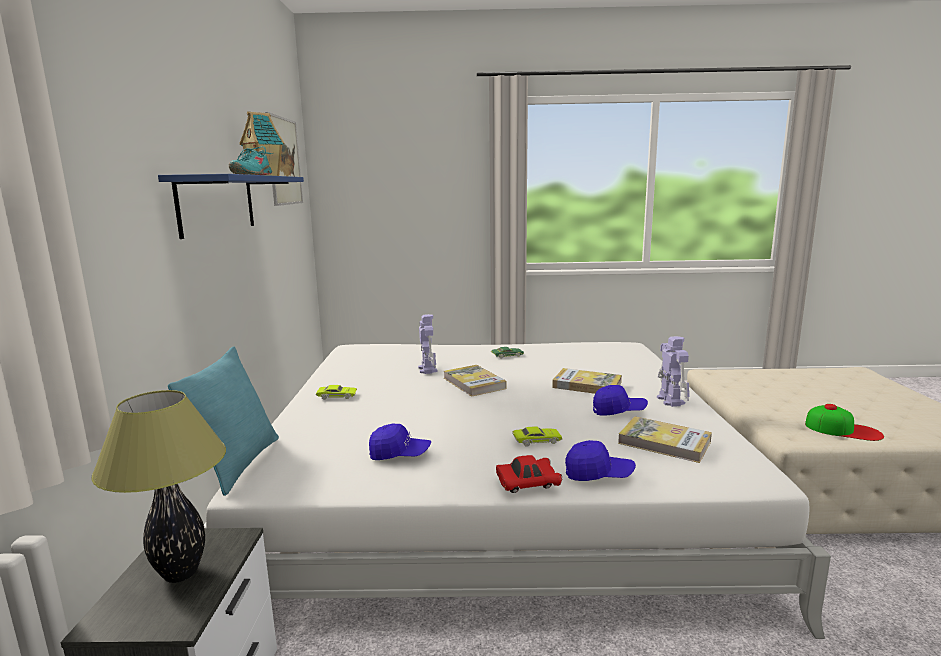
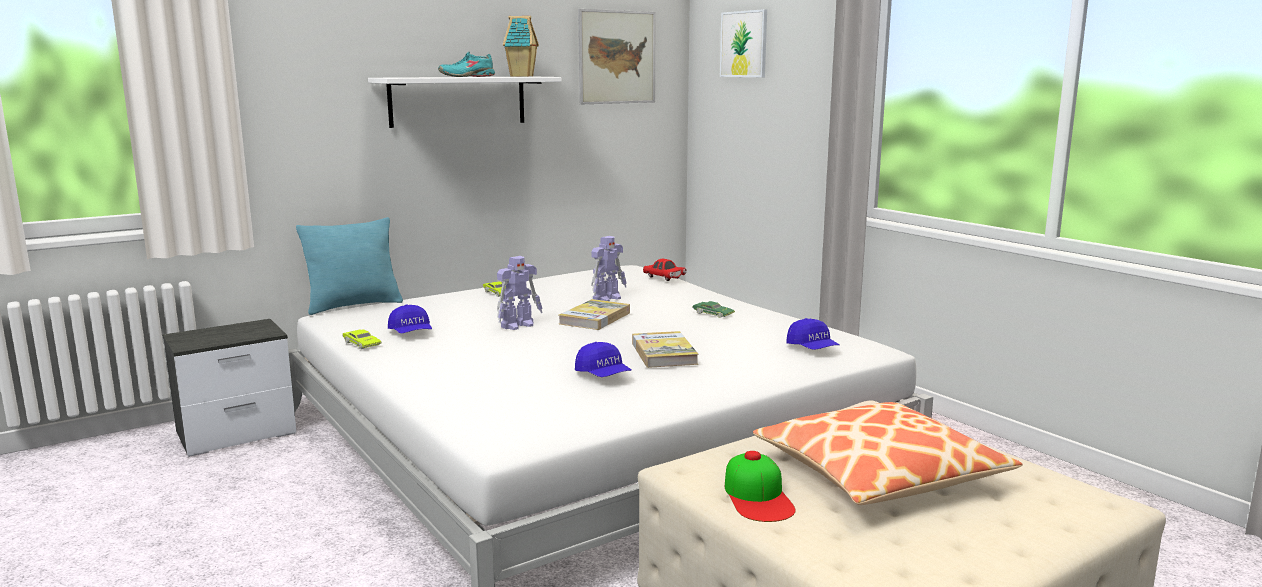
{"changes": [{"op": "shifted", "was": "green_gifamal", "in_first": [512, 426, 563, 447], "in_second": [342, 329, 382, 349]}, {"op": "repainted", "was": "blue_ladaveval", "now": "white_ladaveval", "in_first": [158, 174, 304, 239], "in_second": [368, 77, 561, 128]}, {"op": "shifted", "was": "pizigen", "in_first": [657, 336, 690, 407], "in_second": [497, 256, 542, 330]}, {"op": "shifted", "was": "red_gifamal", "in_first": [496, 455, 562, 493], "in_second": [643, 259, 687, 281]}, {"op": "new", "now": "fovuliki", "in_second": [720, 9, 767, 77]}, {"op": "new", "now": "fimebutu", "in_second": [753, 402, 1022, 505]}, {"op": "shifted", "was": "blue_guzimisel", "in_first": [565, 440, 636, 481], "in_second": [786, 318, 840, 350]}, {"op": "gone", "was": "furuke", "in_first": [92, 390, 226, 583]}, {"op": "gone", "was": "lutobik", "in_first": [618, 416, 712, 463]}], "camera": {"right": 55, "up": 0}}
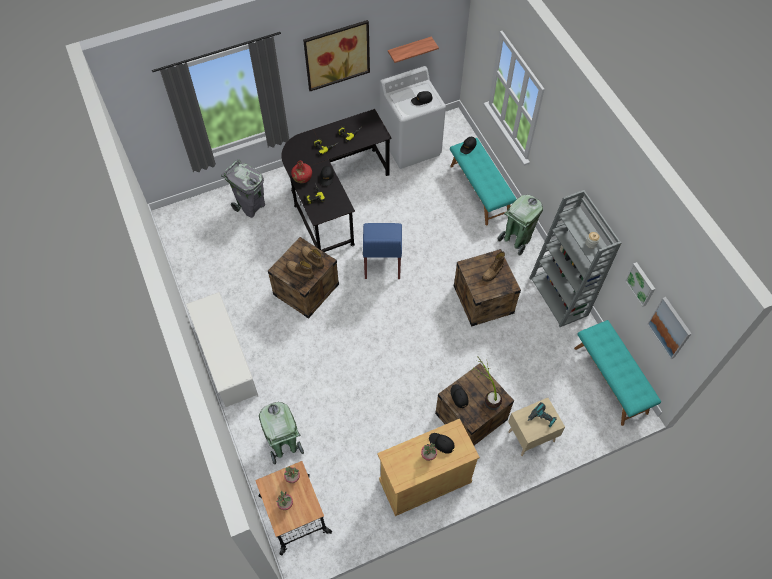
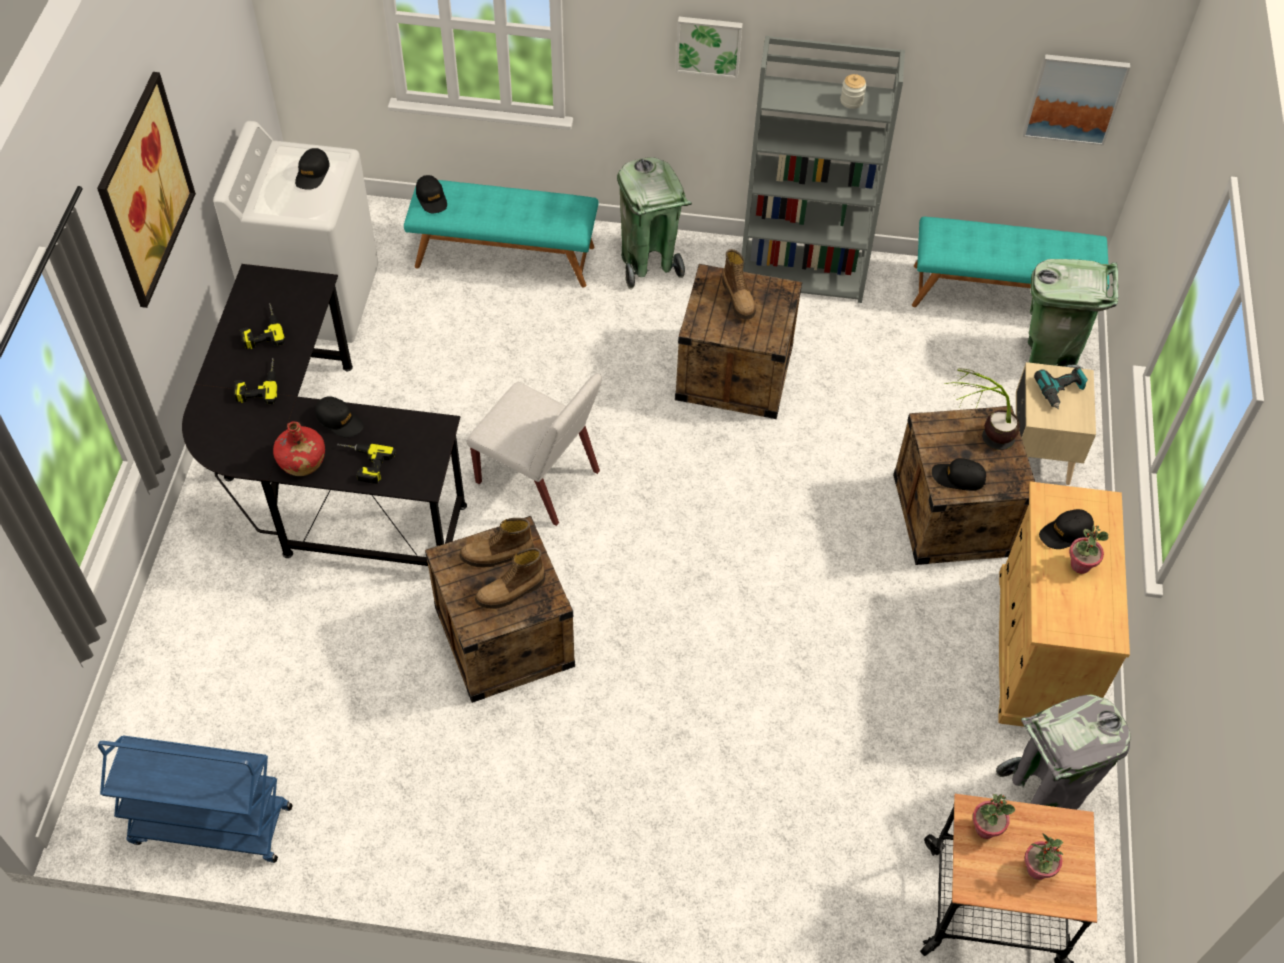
{"changes": [{"op": "new", "now": "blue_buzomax", "in_second": [98, 735, 293, 863]}, {"op": "repainted", "was": "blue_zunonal", "now": "white_zunonal", "in_first": [363, 223, 402, 279], "in_second": [467, 373, 602, 526]}, {"op": "shifted", "was": "fovuliki", "in_first": [625, 262, 655, 307], "in_second": [676, 17, 743, 79]}, {"op": "shifted", "was": "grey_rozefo", "in_first": [221, 159, 265, 218], "in_second": [996, 695, 1131, 810]}, {"op": "shifted", "was": "green_rozefo", "in_first": [259, 402, 304, 465], "in_second": [1028, 259, 1118, 369]}, {"op": "gone", "was": "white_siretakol", "in_first": [186, 292, 258, 407]}, {"op": "gone", "was": "ladaveval", "in_first": [388, 37, 439, 63]}], "camera": {"right": -60, "up": -5}}
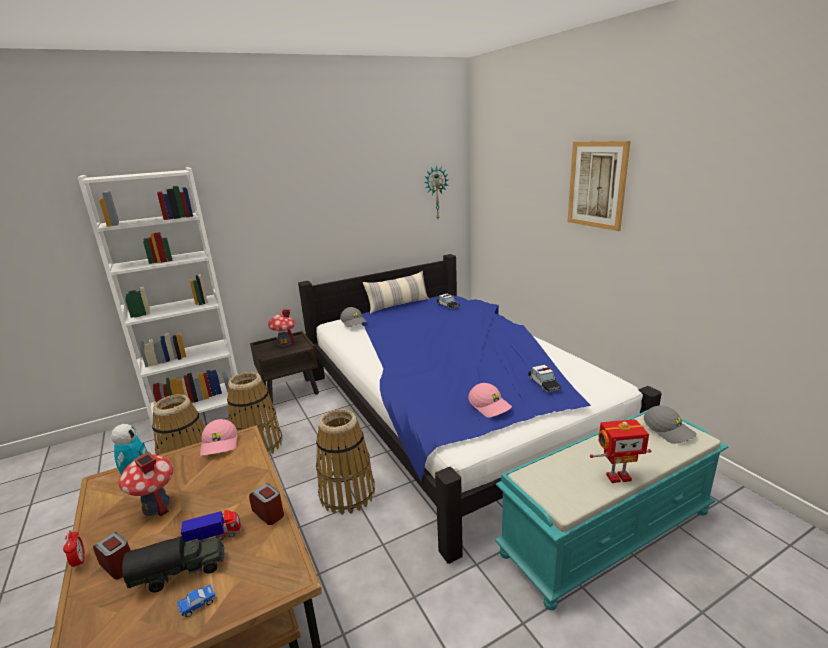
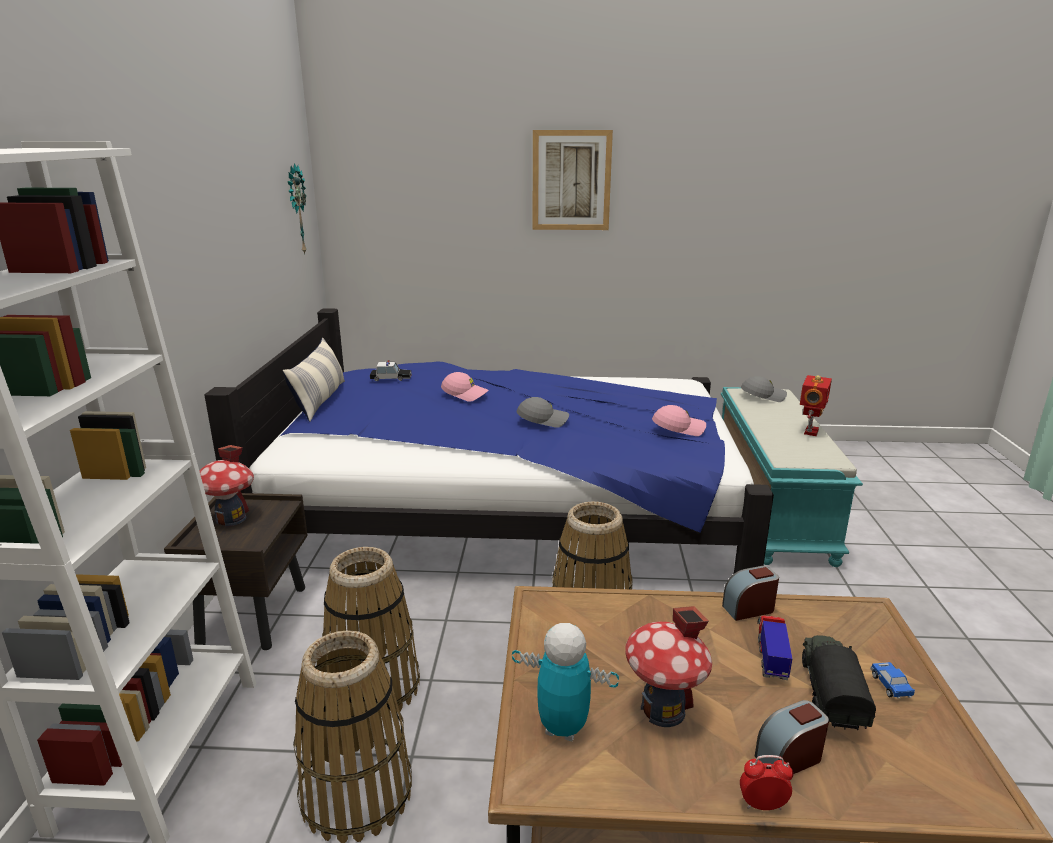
{"changes": [{"op": "shifted", "was": "pink_guzimisel", "in_first": [200, 419, 237, 456], "in_second": [441, 372, 488, 402]}, {"op": "shifted", "was": "grey_guzimisel", "in_first": [340, 307, 367, 327], "in_second": [517, 397, 569, 428]}, {"op": "gone", "was": "gifamal", "in_first": [528, 365, 562, 392]}], "camera": {"right": -60, "up": 0}}
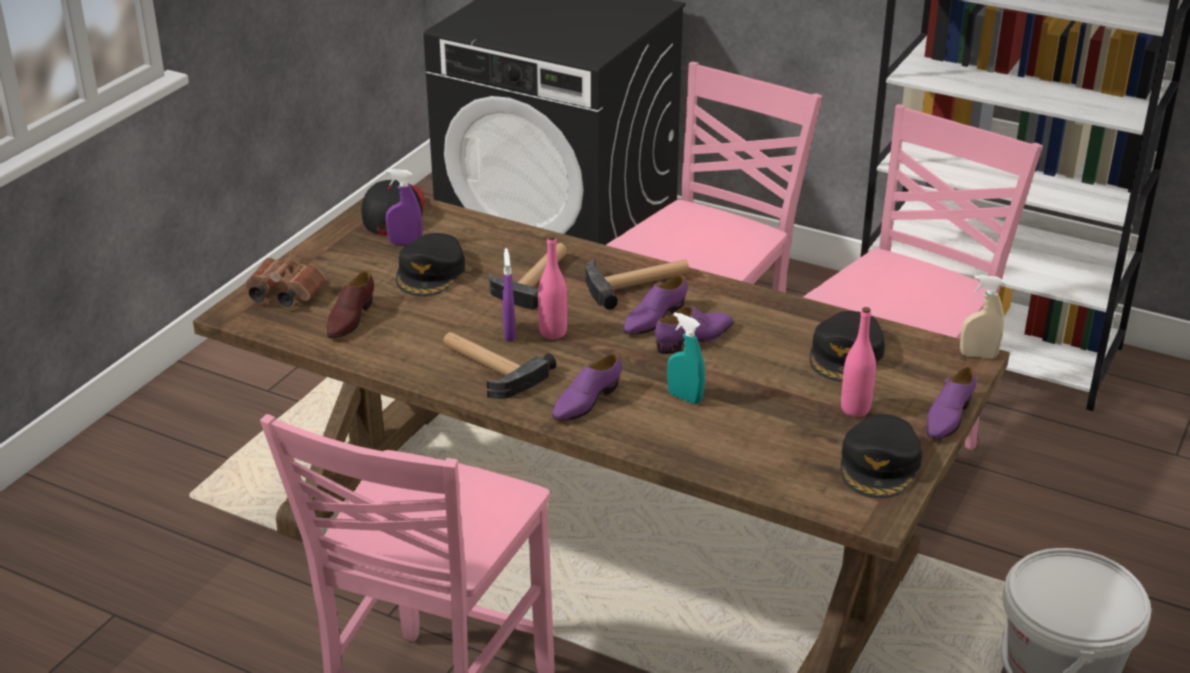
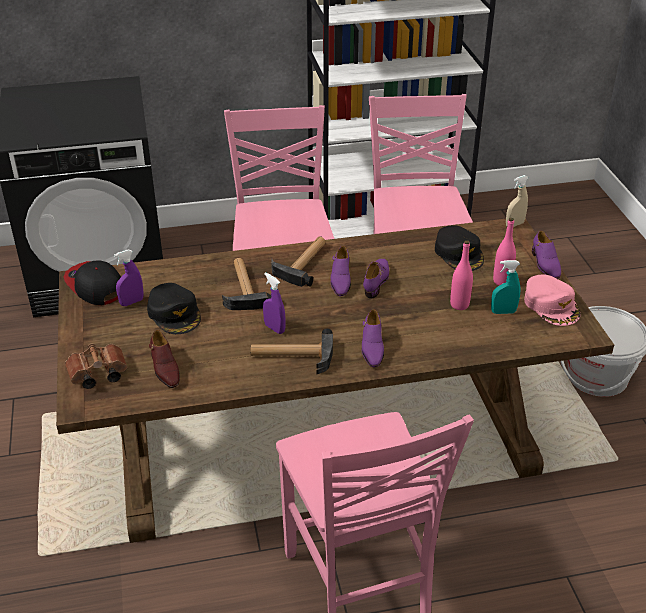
{"changes": [{"op": "shifted", "was": "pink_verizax", "in_first": [538, 235, 568, 339], "in_second": [450, 240, 473, 310]}, {"op": "shifted", "was": "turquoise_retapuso", "in_first": [667, 312, 705, 404], "in_second": [491, 260, 520, 314]}, {"op": "repainted", "was": "black_guzimisel", "now": "pink_guzimisel", "in_first": [841, 414, 922, 498], "in_second": [524, 274, 580, 326]}], "camera": {"right": -40, "up": 5}}
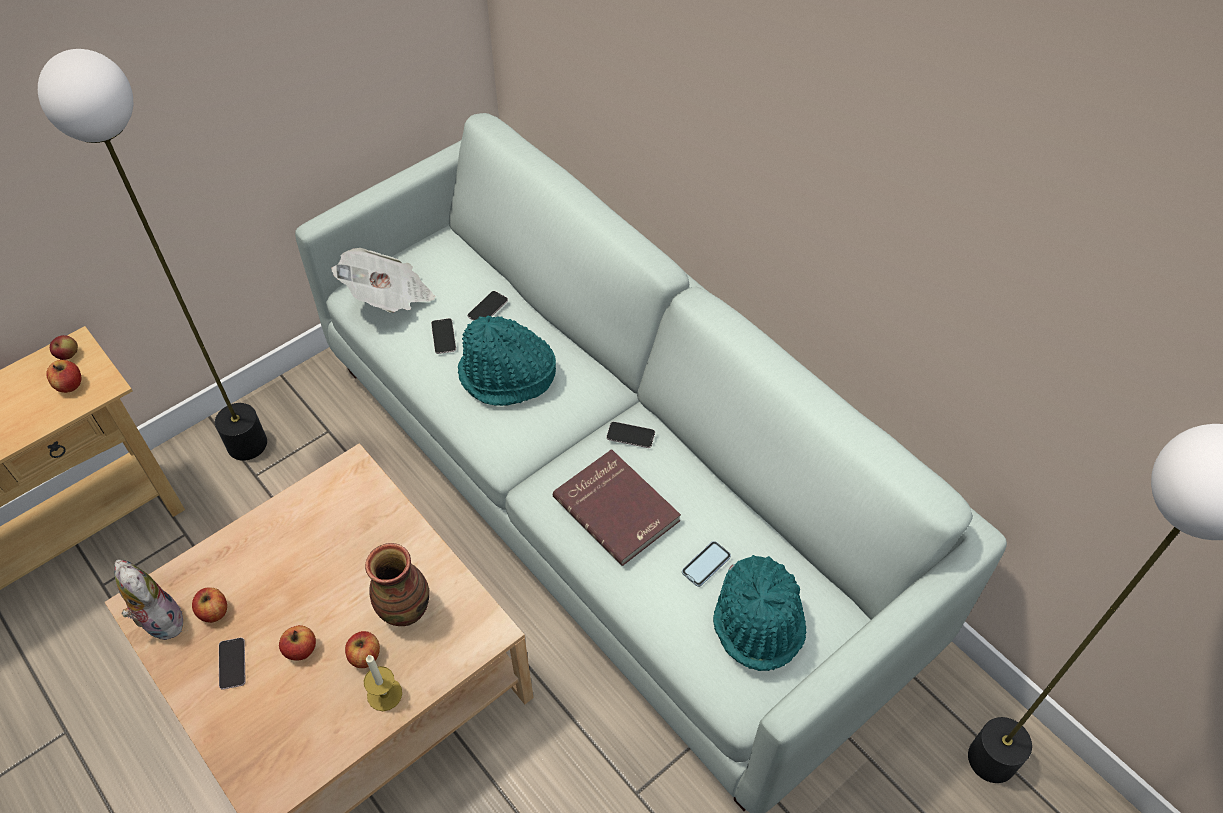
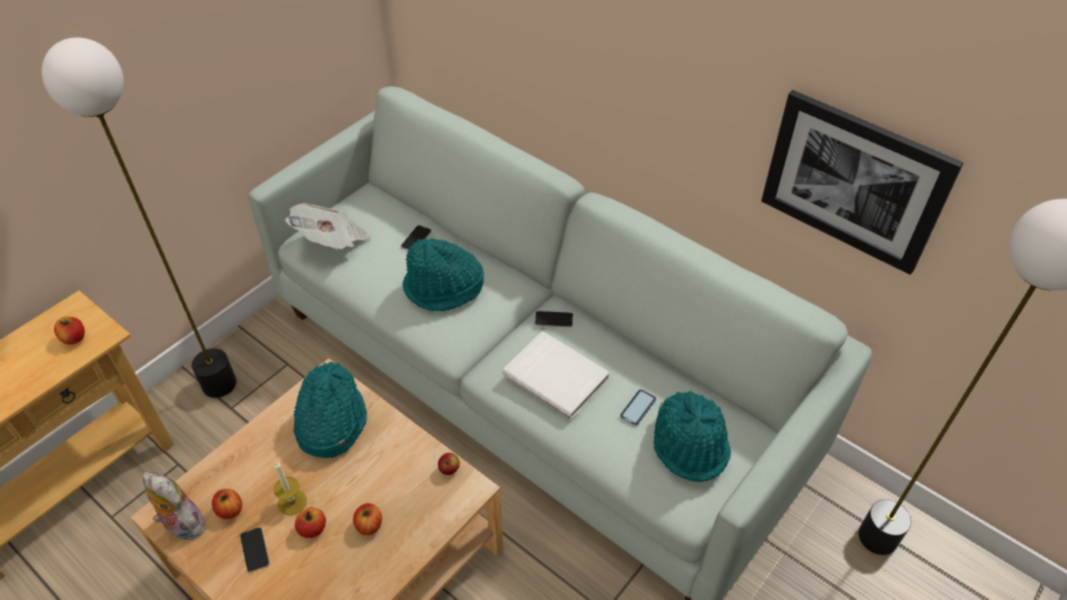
{"changes": [{"op": "shifted", "was": "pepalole", "in_first": [364, 655, 402, 711], "in_second": [274, 461, 307, 515]}, {"op": "new", "now": "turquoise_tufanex", "in_second": [293, 362, 367, 458]}, {"op": "shifted", "was": "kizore", "in_first": [50, 335, 78, 360], "in_second": [438, 453, 460, 475]}, {"op": "repainted", "was": "red_lutobik", "now": "white_lutobik", "in_first": [553, 449, 681, 566], "in_second": [502, 331, 610, 419]}, {"op": "new", "now": "fovuliki", "in_second": [761, 90, 964, 275]}, {"op": "gone", "was": "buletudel", "in_first": [365, 543, 429, 626]}, {"op": "gone", "was": "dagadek", "in_first": [431, 318, 456, 354]}], "camera": {"right": -10, "up": -5}}
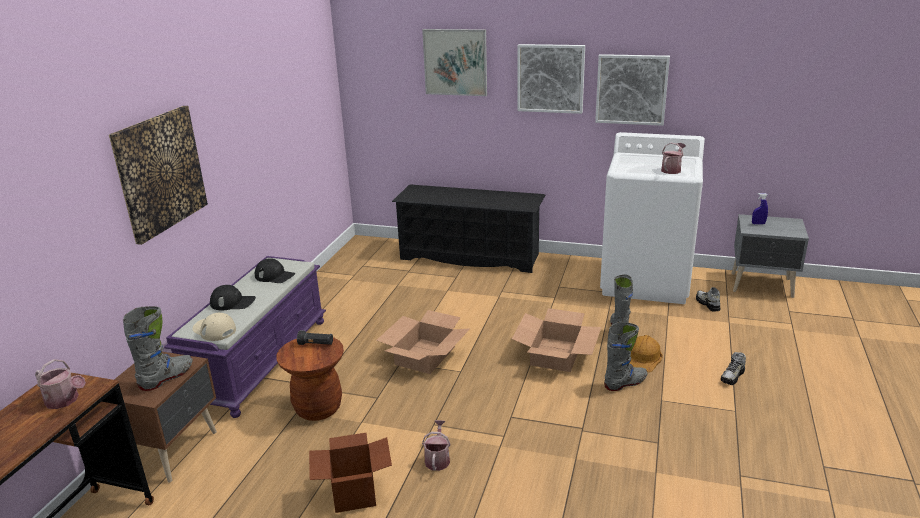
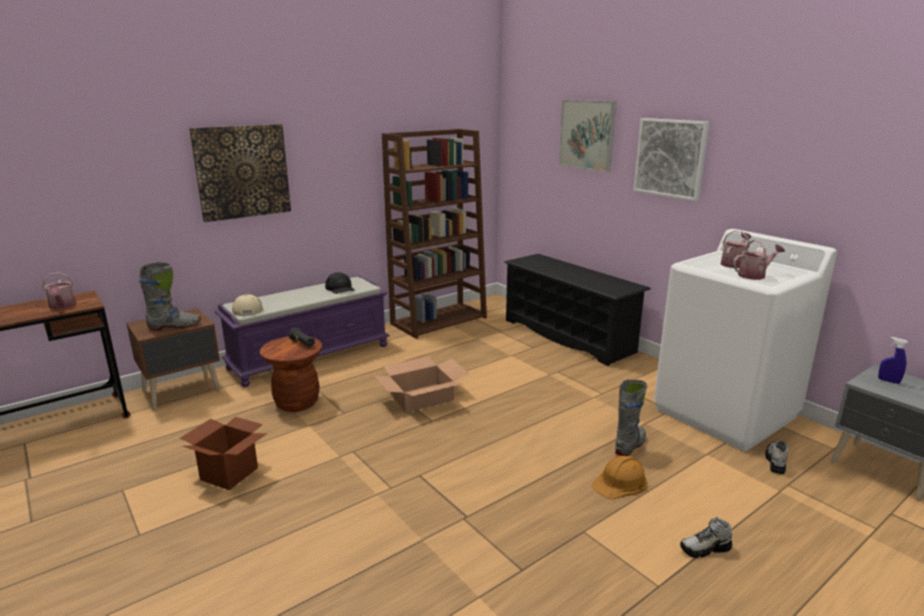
{"changes": [{"op": "new", "now": "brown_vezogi", "in_second": [382, 129, 487, 339]}, {"op": "shifted", "was": "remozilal", "in_first": [422, 420, 451, 471], "in_second": [720, 230, 752, 268]}, {"op": "gone", "was": "black_guzimisel", "in_first": [210, 285, 256, 310]}, {"op": "gone", "was": "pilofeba", "in_first": [512, 308, 601, 372]}, {"op": "gone", "was": "fovuliki", "in_first": [595, 54, 670, 126]}, {"op": "gone", "was": "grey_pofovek", "in_first": [604, 322, 648, 391]}], "camera": {"right": 35, "up": -5}}
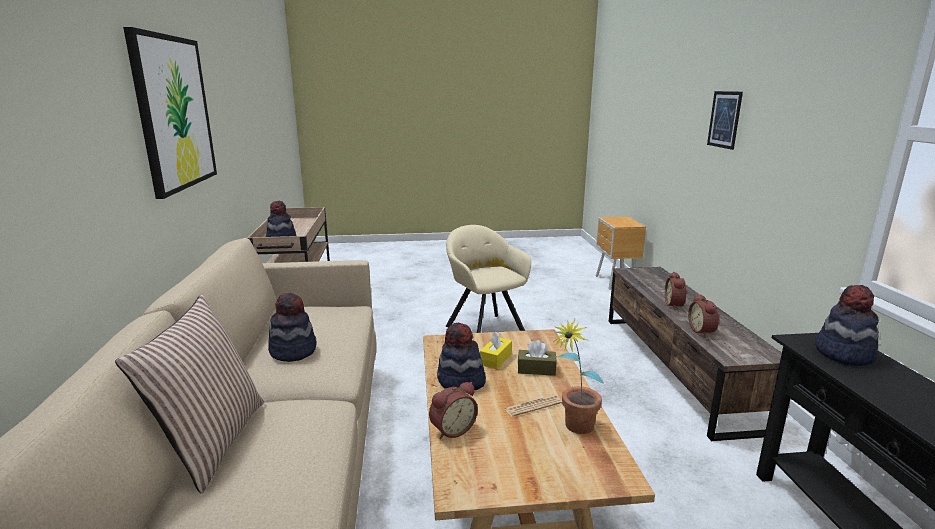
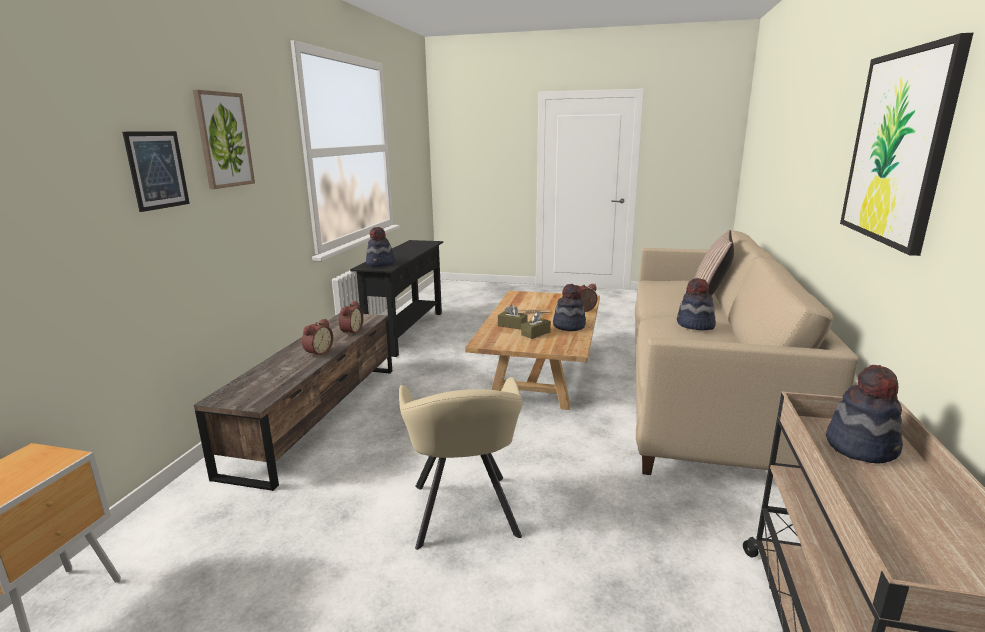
{"changes": [{"op": "new", "now": "fovuliki", "in_second": [193, 90, 255, 189]}, {"op": "repainted", "was": "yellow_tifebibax", "now": "brown_tifebibax", "in_first": [480, 331, 512, 369], "in_second": [521, 311, 551, 339]}, {"op": "gone", "was": "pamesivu", "in_first": [554, 318, 604, 434]}], "camera": {"right": -160, "up": 0}}
